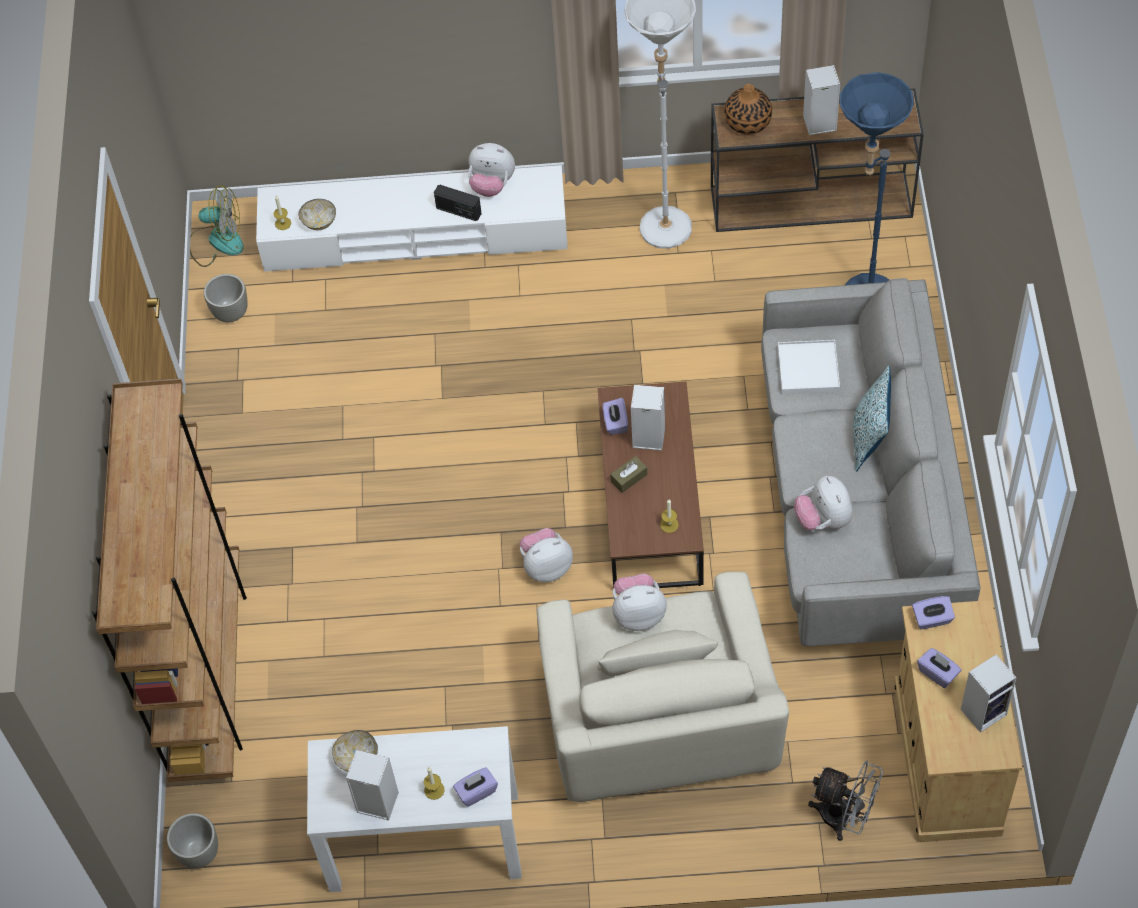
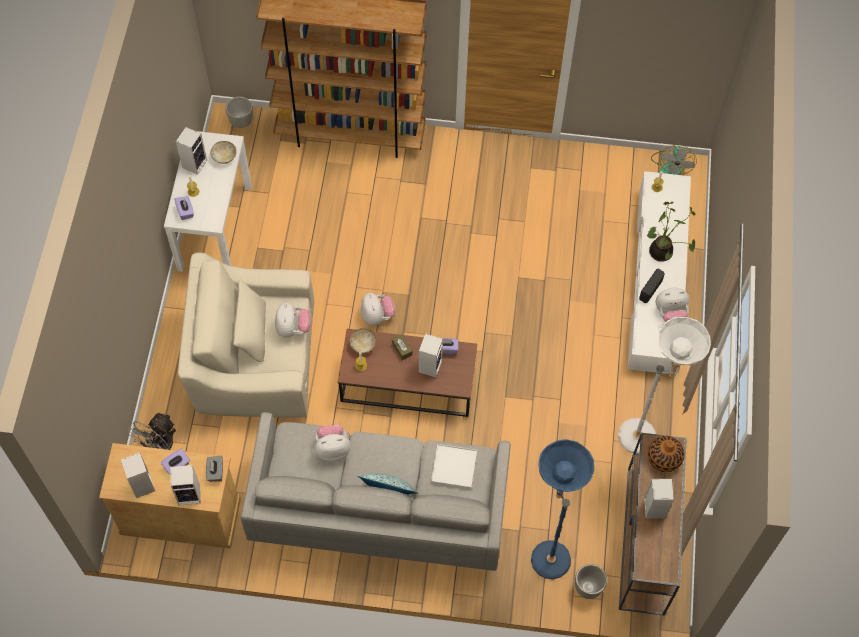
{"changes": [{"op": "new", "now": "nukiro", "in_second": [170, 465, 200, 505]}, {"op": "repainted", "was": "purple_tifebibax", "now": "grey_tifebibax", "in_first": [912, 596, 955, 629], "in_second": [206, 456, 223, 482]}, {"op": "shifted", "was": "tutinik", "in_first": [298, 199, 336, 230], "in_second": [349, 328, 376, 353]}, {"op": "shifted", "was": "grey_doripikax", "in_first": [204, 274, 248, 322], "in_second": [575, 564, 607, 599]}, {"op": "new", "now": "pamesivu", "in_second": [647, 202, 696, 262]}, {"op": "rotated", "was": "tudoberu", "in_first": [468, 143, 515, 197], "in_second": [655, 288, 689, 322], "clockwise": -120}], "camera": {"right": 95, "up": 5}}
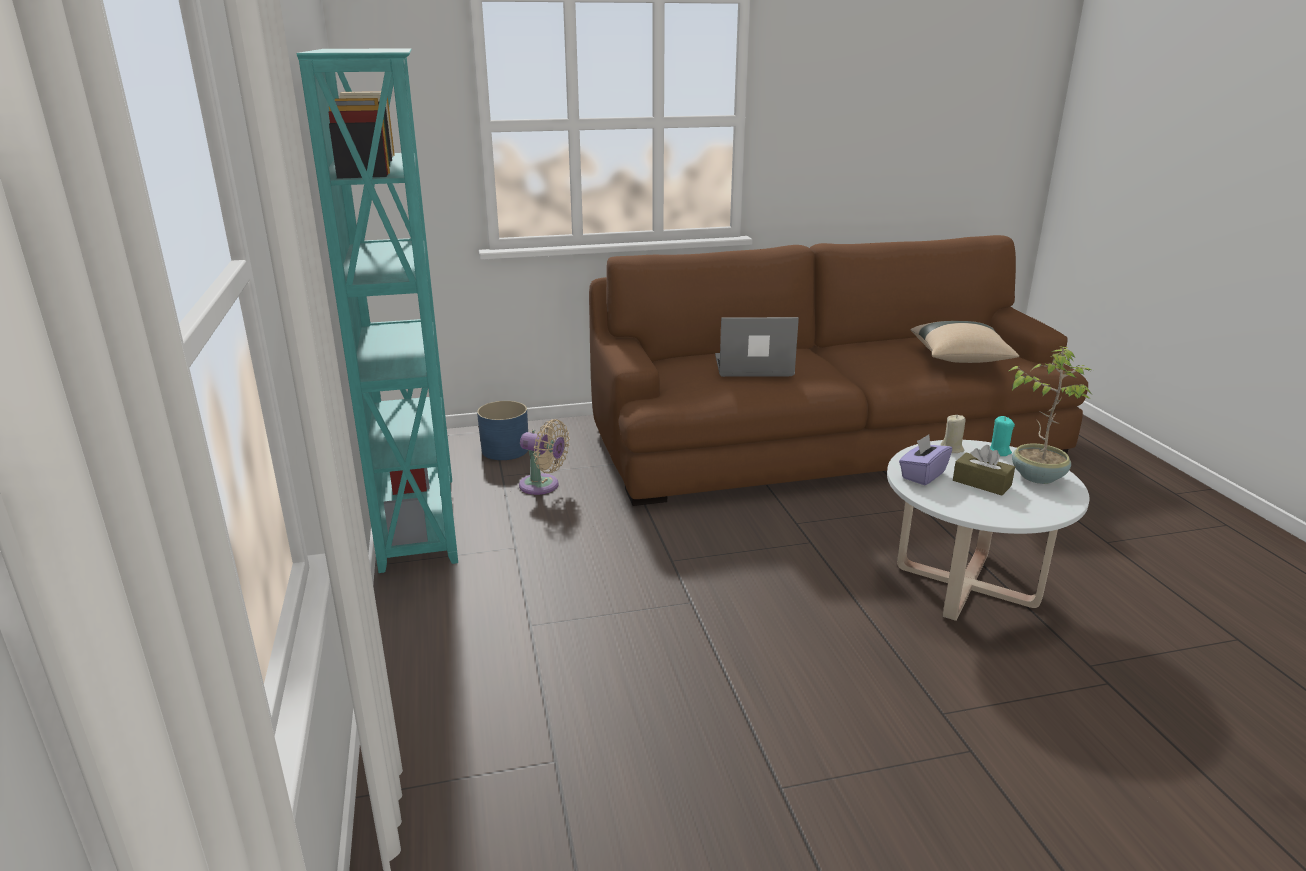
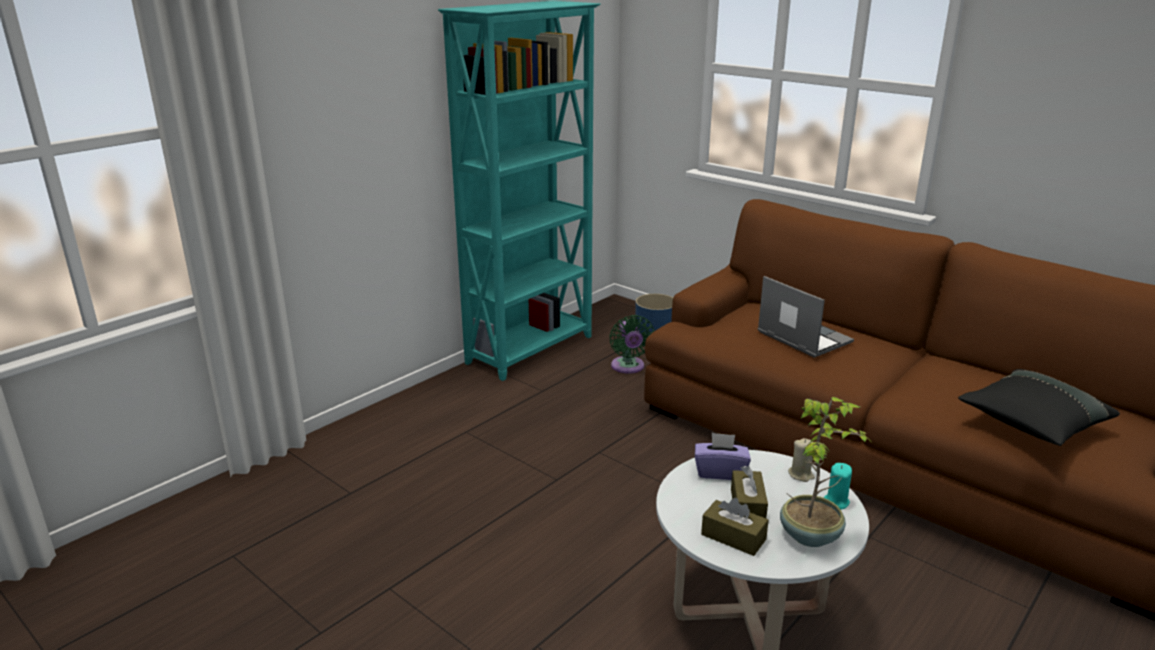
{"changes": [{"op": "repainted", "was": "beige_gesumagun", "now": "green_gesumagun", "in_first": [519, 419, 570, 495], "in_second": [609, 315, 654, 374]}, {"op": "new", "now": "brown_tifebibax", "in_second": [701, 498, 769, 556]}, {"op": "repainted", "was": "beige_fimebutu", "now": "black_fimebutu", "in_first": [911, 321, 1019, 363], "in_second": [958, 369, 1120, 446]}], "camera": {"right": 55, "up": 0}}
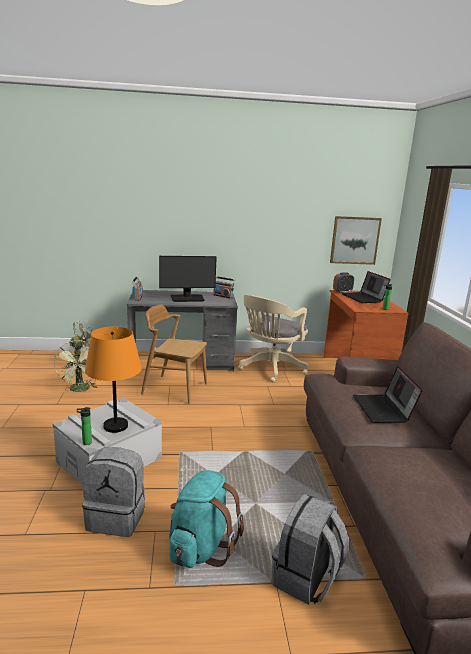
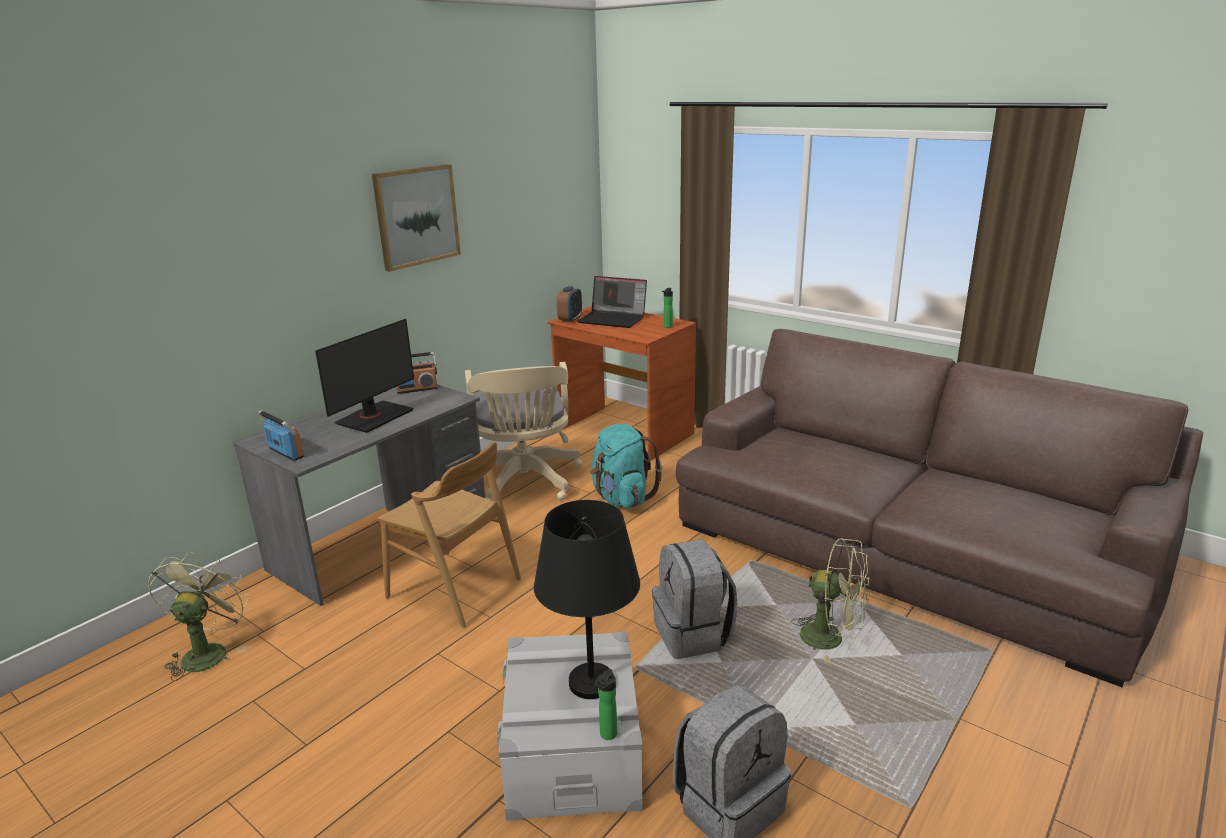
{"changes": [{"op": "shifted", "was": "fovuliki", "in_first": [330, 216, 382, 265], "in_second": [372, 164, 461, 272]}, {"op": "rotated", "was": "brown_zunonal", "in_first": [141, 304, 207, 404], "in_second": [377, 442, 521, 628], "clockwise": -120}, {"op": "repainted", "was": "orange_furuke", "now": "black_furuke", "in_first": [85, 327, 142, 433], "in_second": [534, 500, 640, 699]}, {"op": "shifted", "was": "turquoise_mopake", "in_first": [169, 470, 244, 568], "in_second": [590, 424, 662, 508]}, {"op": "shifted", "was": "grey_mopake", "in_first": [272, 494, 349, 605], "in_second": [652, 539, 738, 659]}, {"op": "shifted", "was": "green_gesumagun", "in_first": [54, 340, 98, 392], "in_second": [791, 538, 869, 663]}, {"op": "gone", "was": "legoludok", "in_first": [353, 366, 423, 423]}], "camera": {"right": -45, "up": 5}}
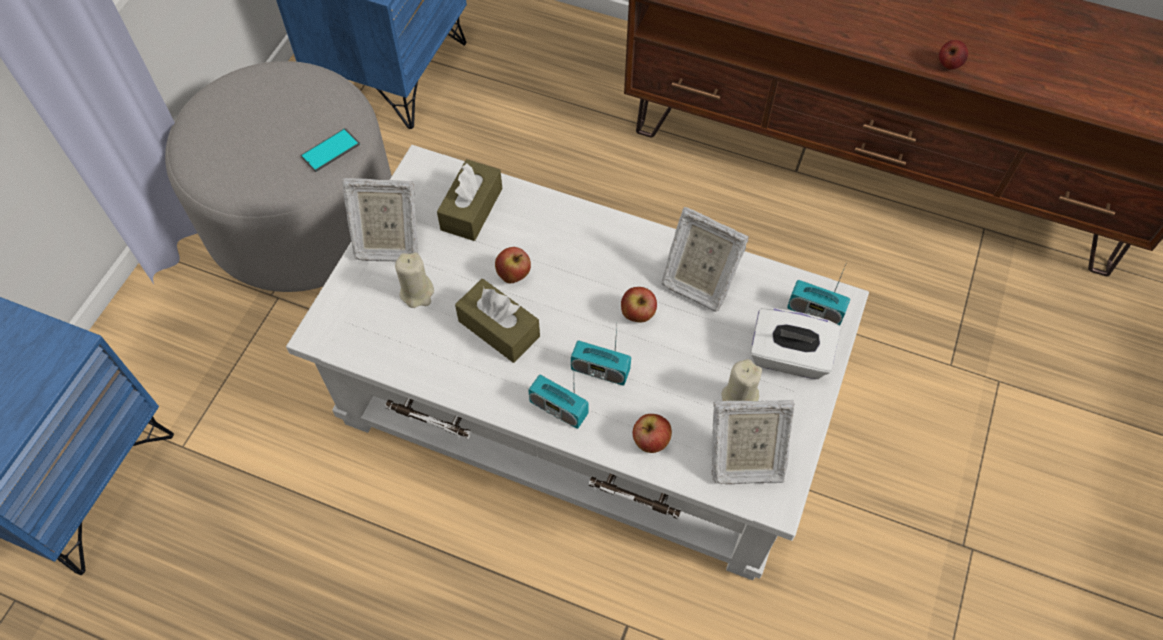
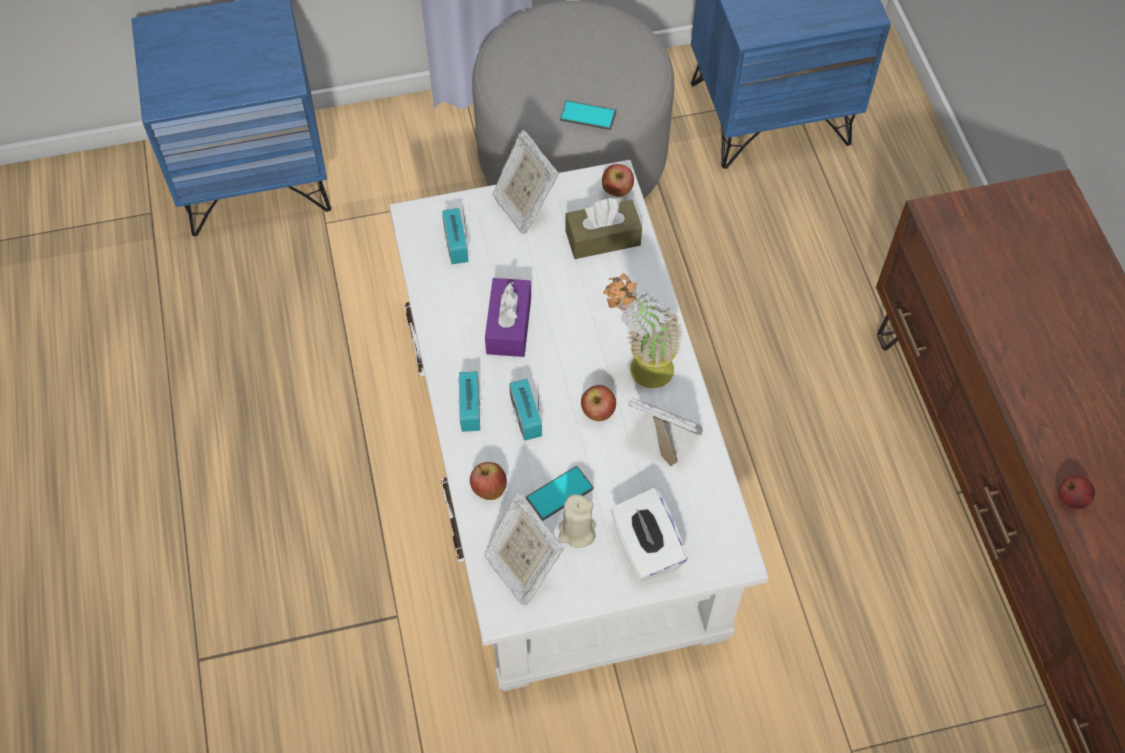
{"changes": [{"op": "shifted", "was": "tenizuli", "in_first": [787, 262, 850, 325], "in_second": [442, 208, 469, 264]}, {"op": "repainted", "was": "brown_tifebibax", "now": "purple_tifebibax", "in_first": [455, 279, 540, 363], "in_second": [485, 278, 531, 357]}, {"op": "new", "now": "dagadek", "in_second": [526, 466, 593, 521]}, {"op": "shifted", "was": "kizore", "in_first": [495, 247, 531, 284], "in_second": [602, 164, 634, 197]}, {"op": "new", "now": "pamesivu", "in_second": [603, 273, 683, 388]}, {"op": "rotated", "was": "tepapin", "in_first": [662, 207, 749, 312], "in_second": [628, 398, 703, 466], "clockwise": 120}, {"op": "gone", "was": "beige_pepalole", "in_first": [395, 252, 434, 308]}], "camera": {"right": 55, "up": 0}}
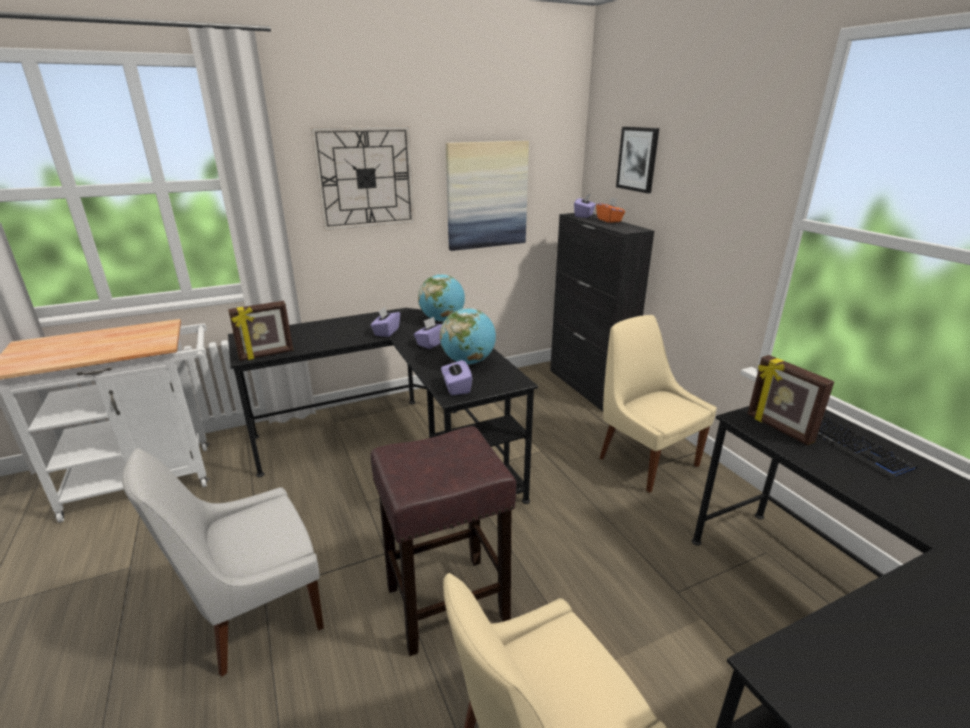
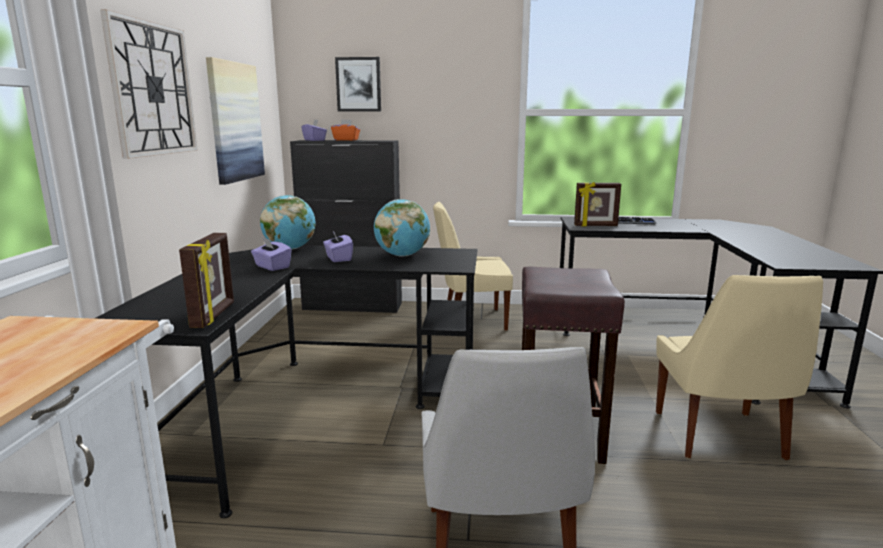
{"changes": [{"op": "gone", "was": "purple_tifebibax", "in_first": [441, 359, 472, 395]}], "camera": {"right": -60, "up": -10}}
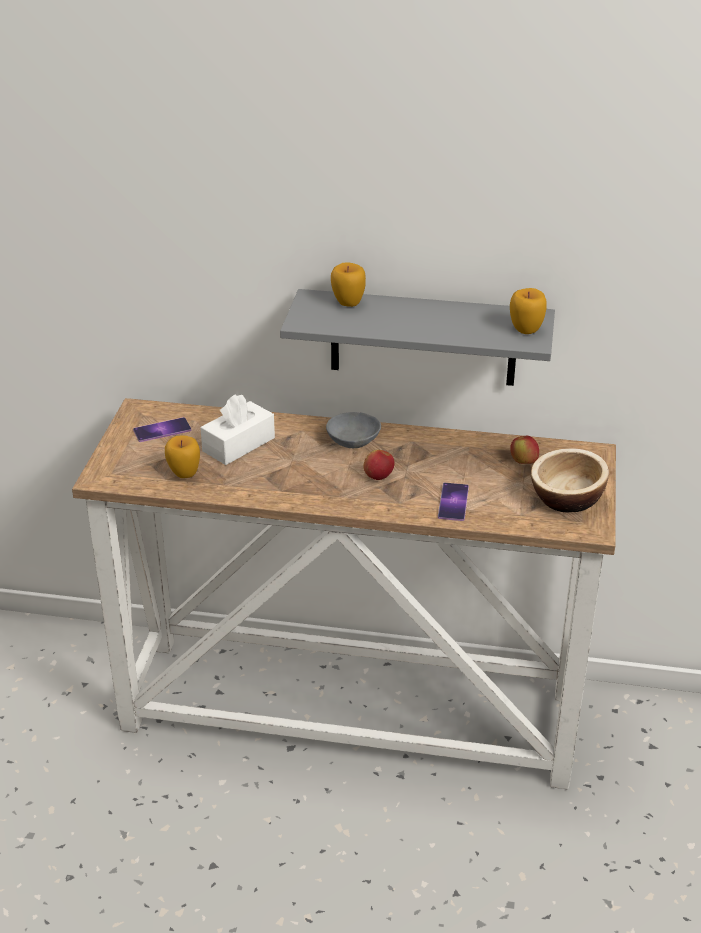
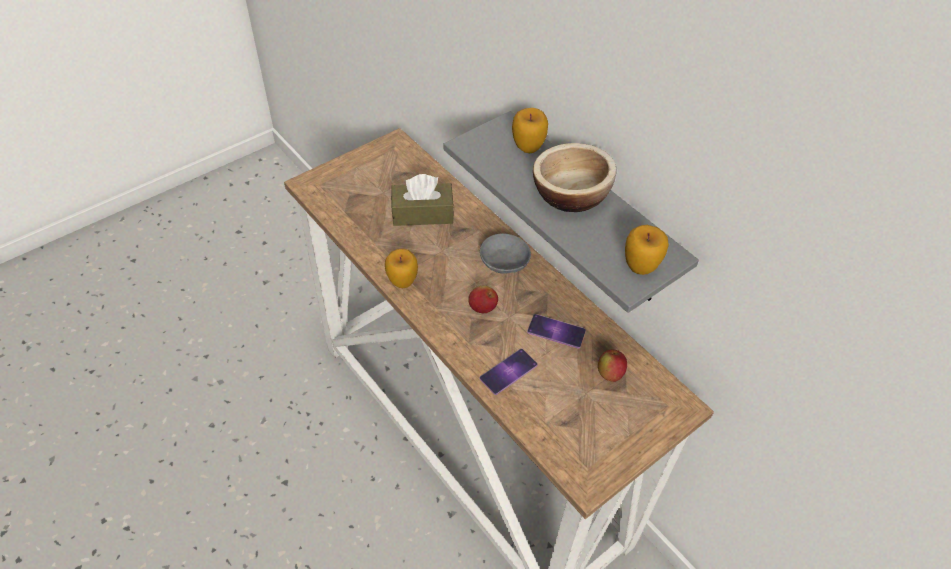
{"changes": [{"op": "shifted", "was": "kizore", "in_first": [165, 435, 200, 478], "in_second": [385, 248, 418, 288]}, {"op": "repainted", "was": "white_tifebibax", "now": "brown_tifebibax", "in_first": [200, 394, 275, 465], "in_second": [391, 174, 454, 226]}, {"op": "shifted", "was": "dagadek", "in_first": [133, 417, 191, 442], "in_second": [527, 314, 586, 349]}, {"op": "shifted", "was": "tutinik", "in_first": [531, 448, 609, 513], "in_second": [533, 143, 616, 212]}], "camera": {"right": 40, "up": 15}}
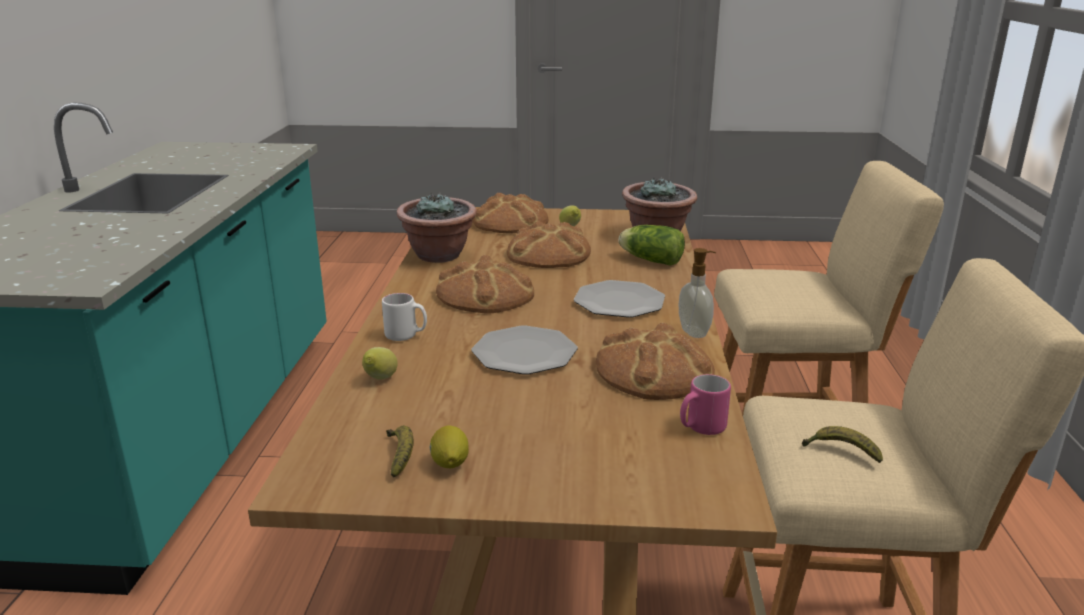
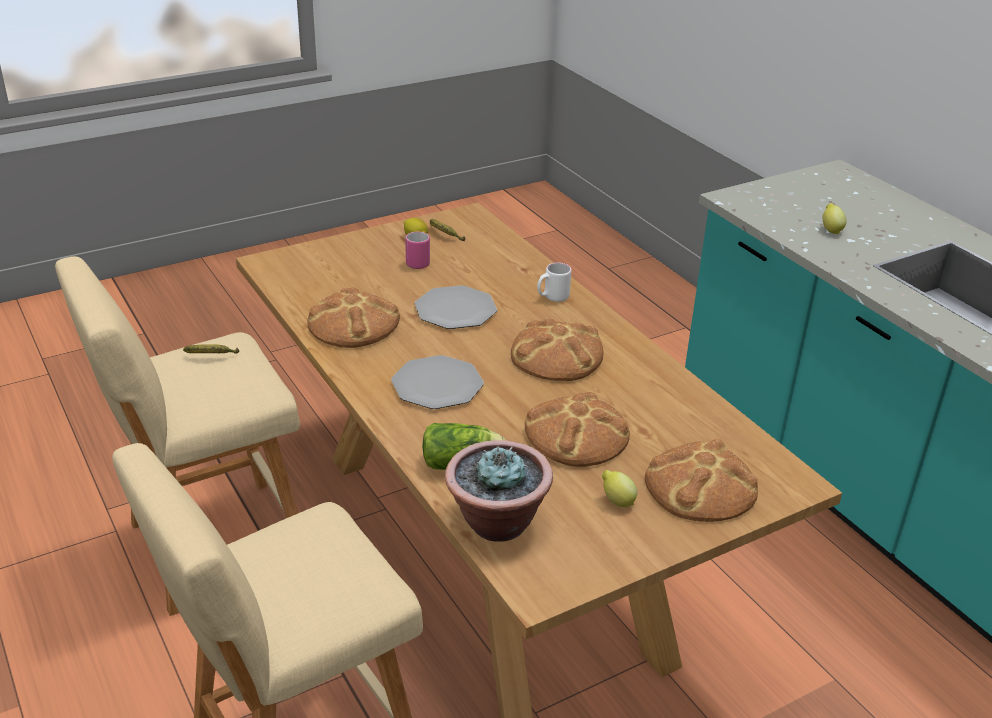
{"changes": [{"op": "shifted", "was": "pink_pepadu", "in_first": [680, 374, 731, 435], "in_second": [405, 232, 430, 269]}, {"op": "shifted", "was": "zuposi", "in_first": [362, 347, 398, 380], "in_second": [822, 203, 846, 234]}, {"op": "gone", "was": "pamesivu", "in_first": [397, 192, 477, 263]}, {"op": "gone", "was": "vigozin", "in_first": [679, 248, 716, 338]}], "camera": {"right": 145, "up": 10}}
